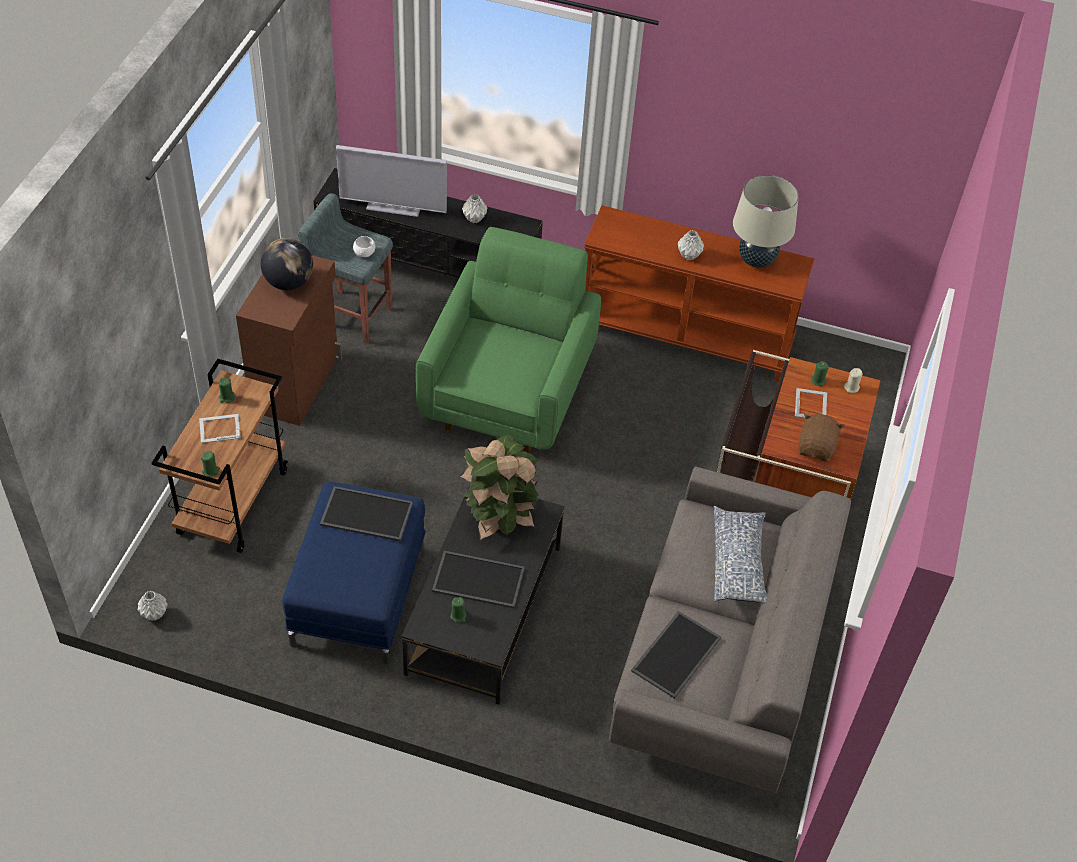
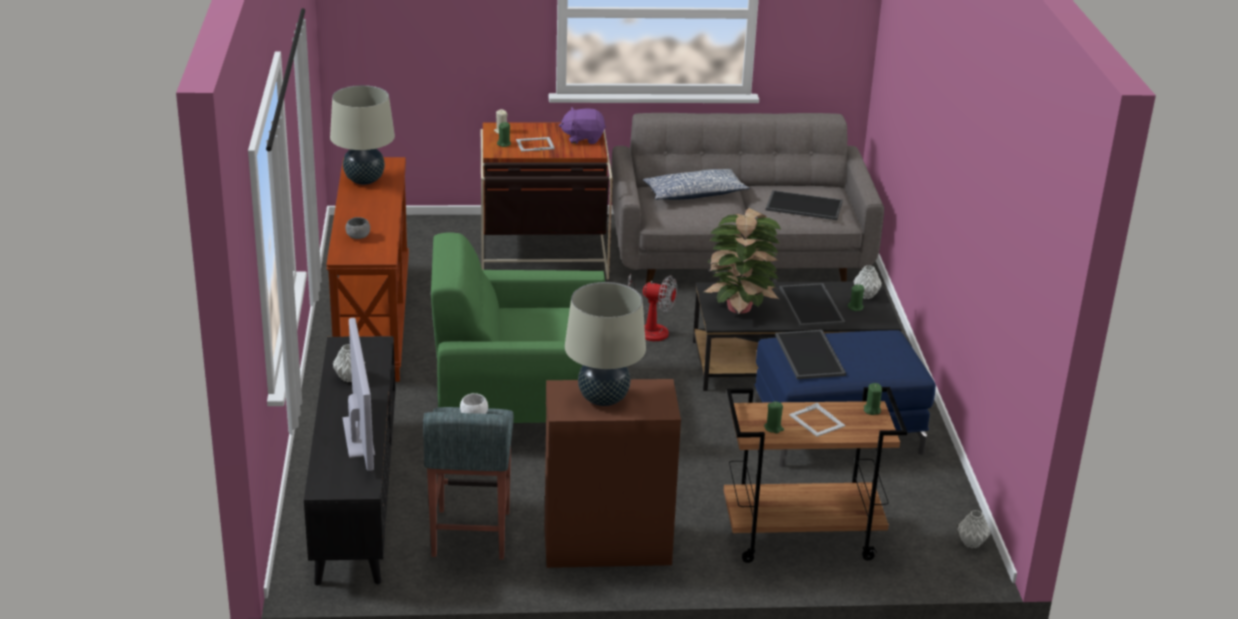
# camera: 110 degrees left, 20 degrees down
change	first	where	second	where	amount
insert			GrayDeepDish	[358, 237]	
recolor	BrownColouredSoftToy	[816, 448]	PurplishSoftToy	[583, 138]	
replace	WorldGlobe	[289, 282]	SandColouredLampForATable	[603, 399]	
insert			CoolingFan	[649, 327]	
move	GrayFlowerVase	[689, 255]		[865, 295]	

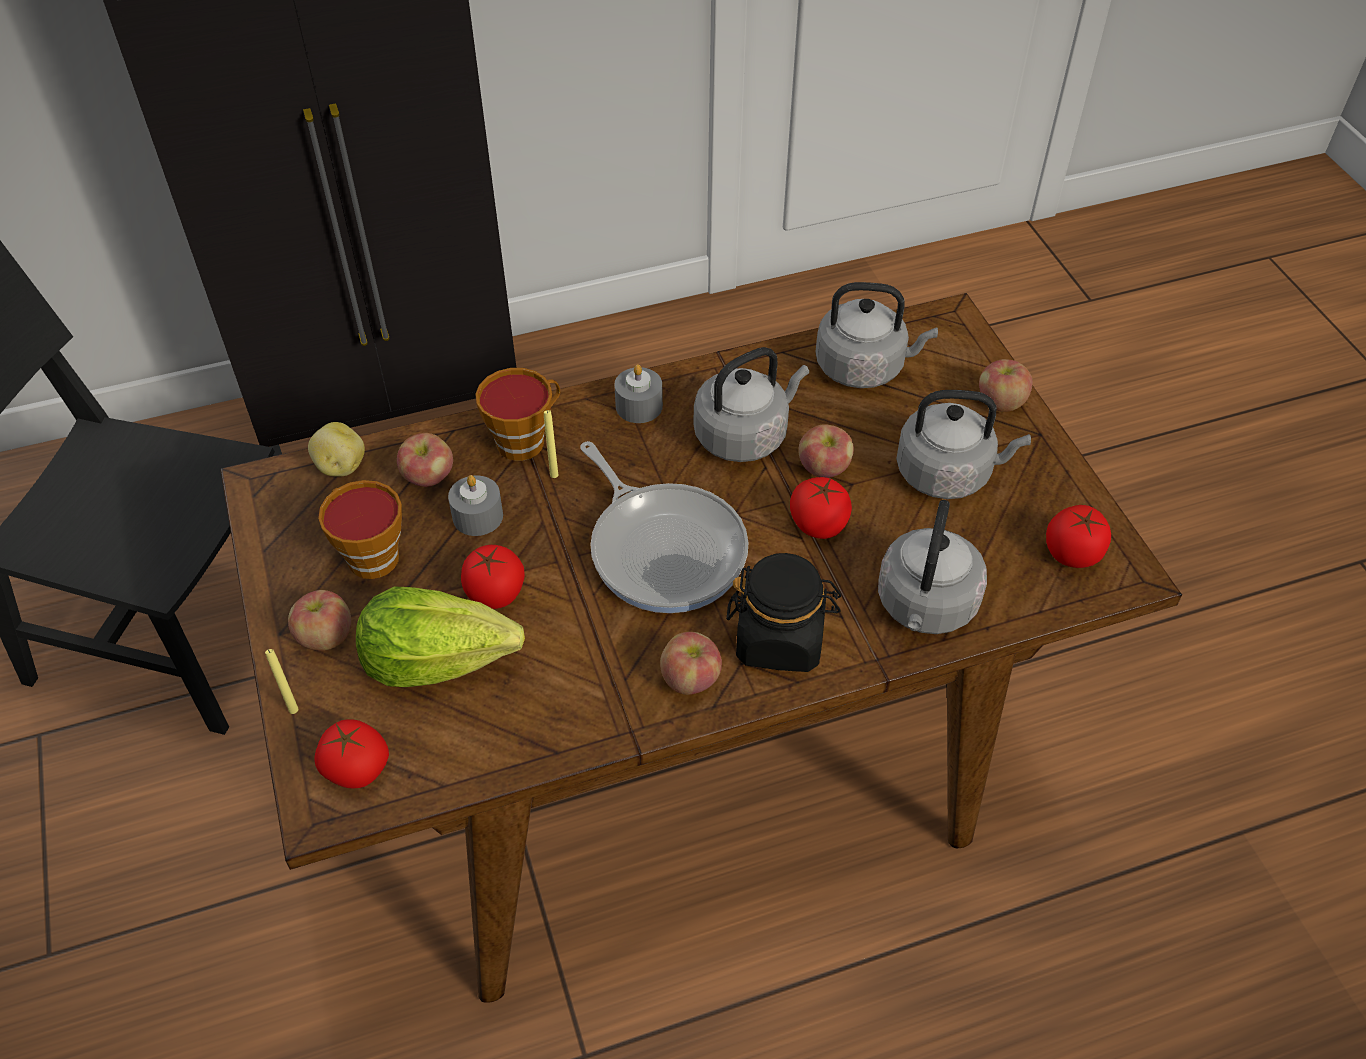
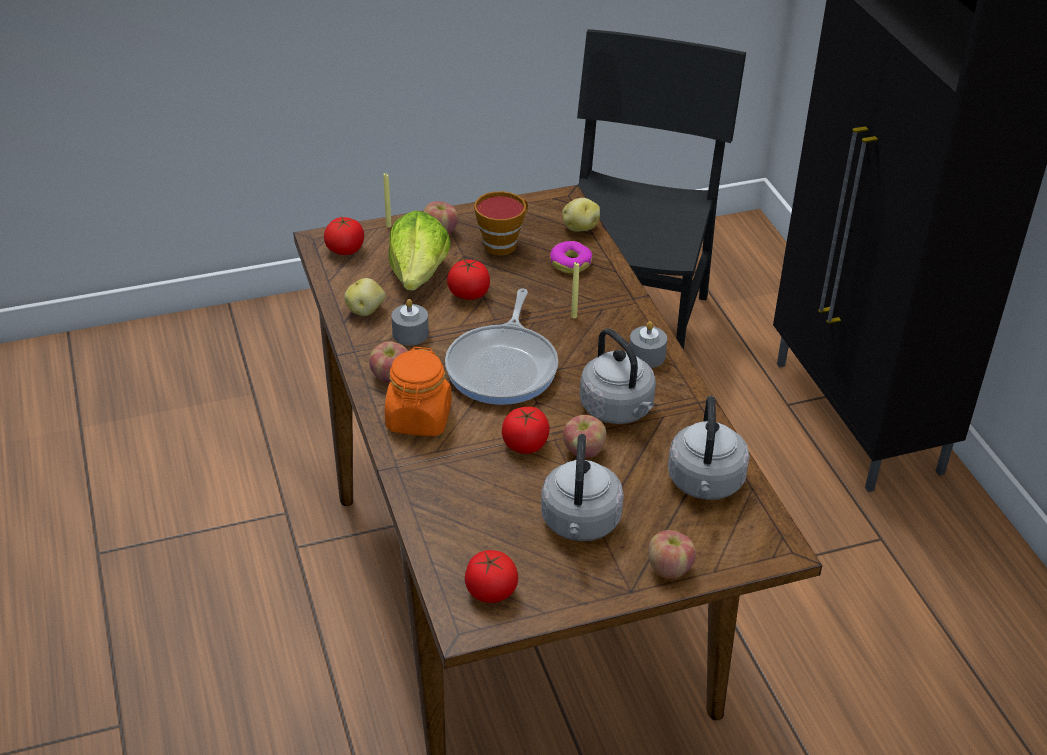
# camera: 90 degrees right, 10 degrees down
change	first	where	second	where	amount
insert			WholePotato	[366, 310]	
recolor	BlackPreserveJar	[780, 639]	OrangePreserveJar	[419, 419]	
move	GrayWaxCandle	[477, 516]		[410, 333]	
rotate	Skillet	[664, 548]		[504, 367]	45 degrees counterclockwise
replace	WholeApple	[428, 477]	Doughnut	[570, 263]	
delete	DrinkingCup	[525, 439]			
delete	GrayTeaKettle	[925, 607]			

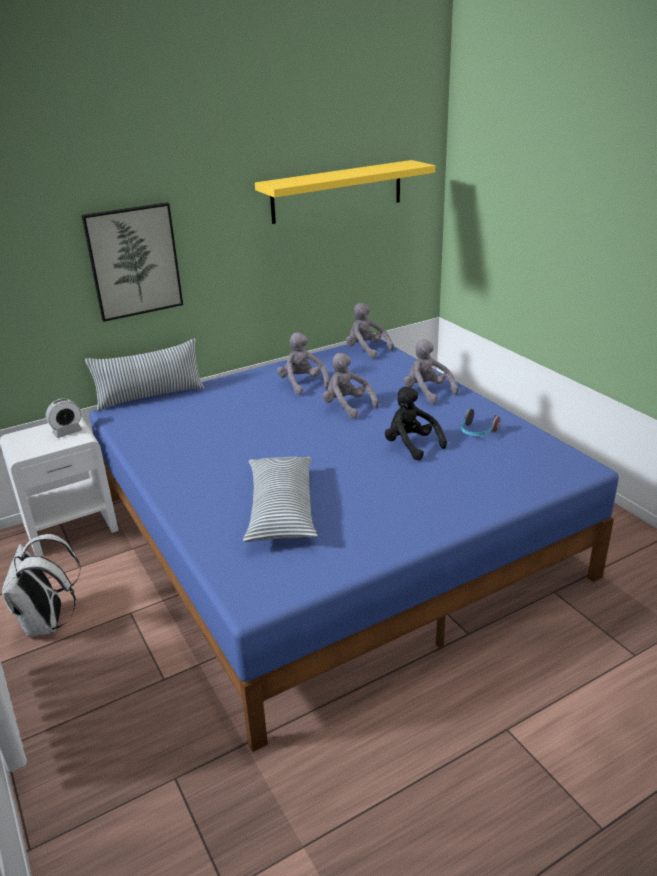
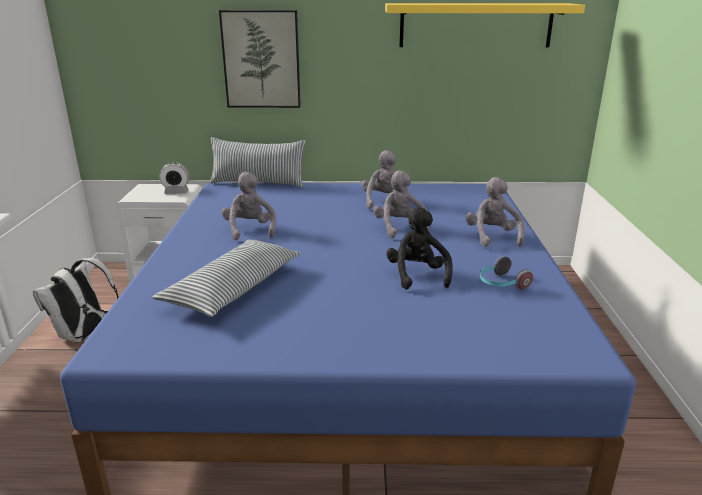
# camera: 30 degrees right, 5 degrees down
change	first	where	second	where	amount
move	GraySoftToy	[366, 350]		[250, 230]	

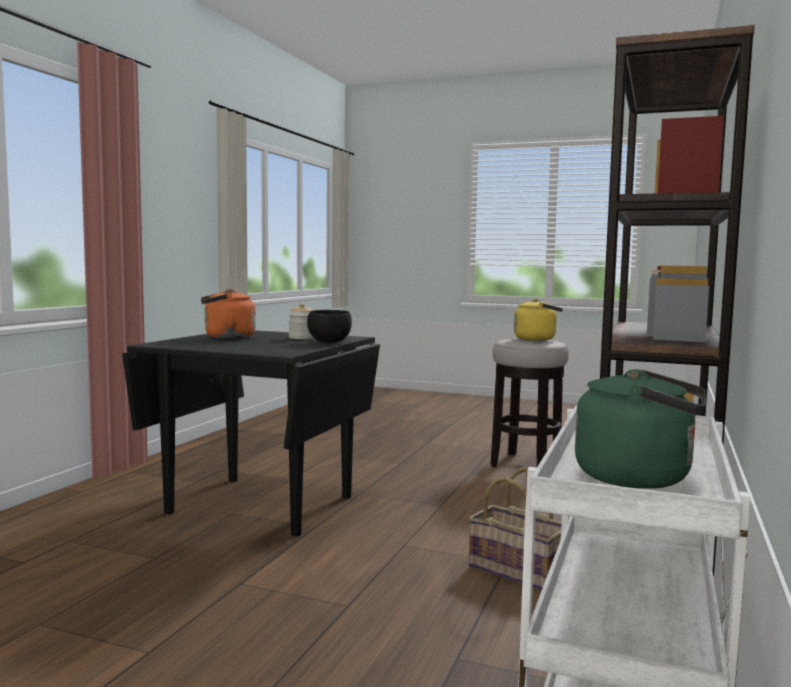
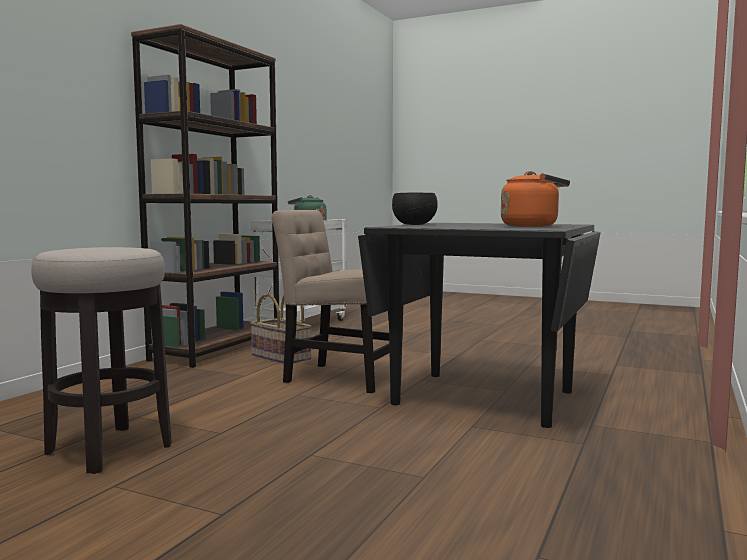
# camera: 175 degrees left, 0 degrees up
change	first	where	second	where	amount
insert			SandColouredPlainChair	[337, 378]	
delete	PreserveJar	[301, 338]			
delete	YellowColouredTeaKettle	[537, 339]			

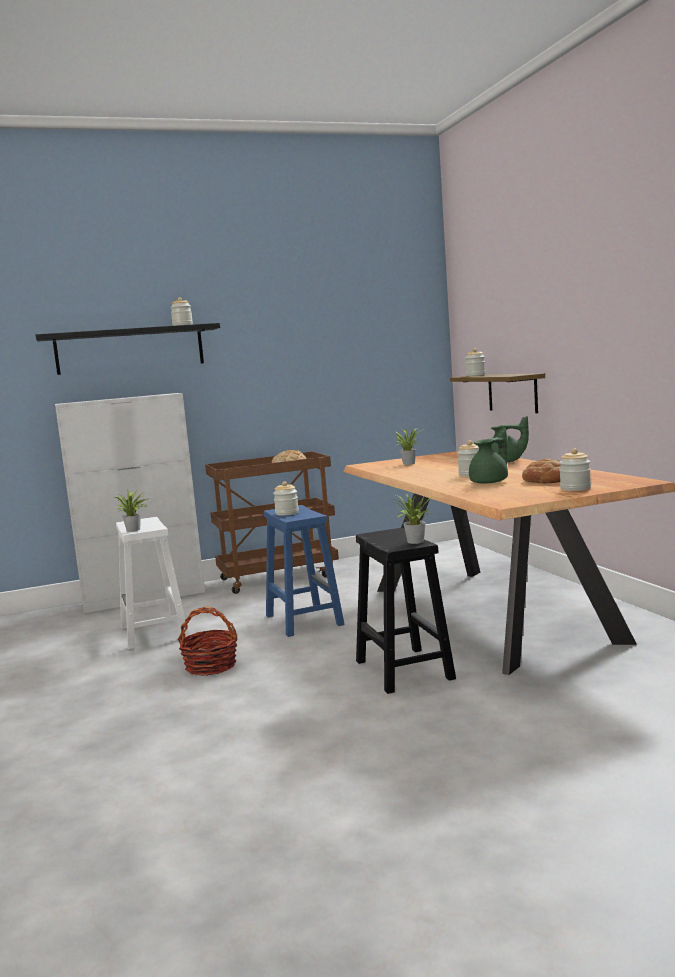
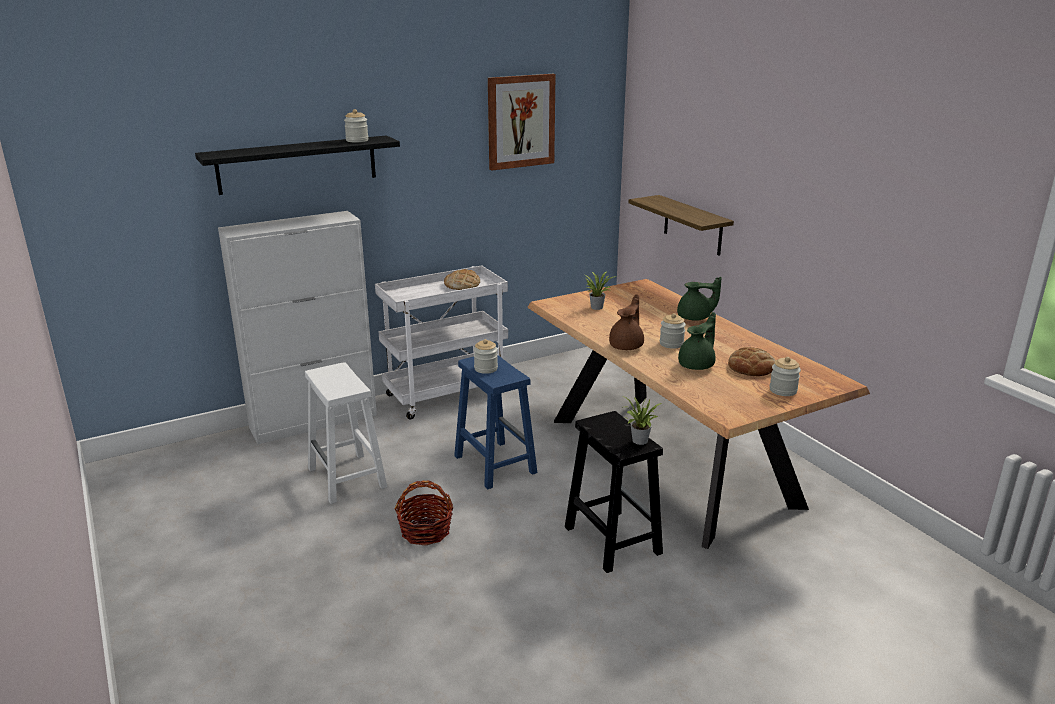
# camera: 10 degrees left, 15 degrees up
change	first	where	second	where	amount
recolor	BrownColouredTrolley	[278, 577]	WhiteColouredTrolley	[446, 394]	
insert			WallPicture	[521, 121]	
insert			BrownColouredTeaPot	[627, 346]	
delete	Houseplant	[134, 530]			
delete	PreserveJar	[475, 375]			

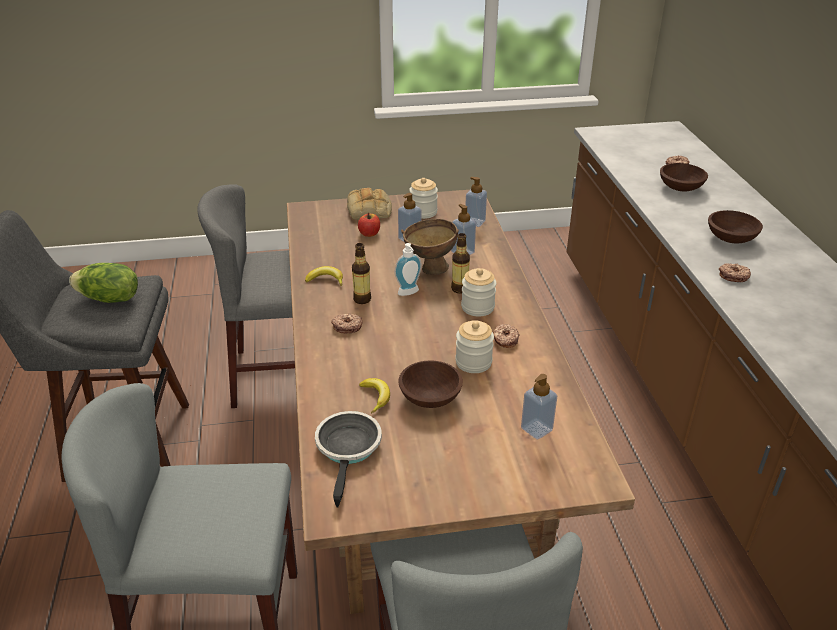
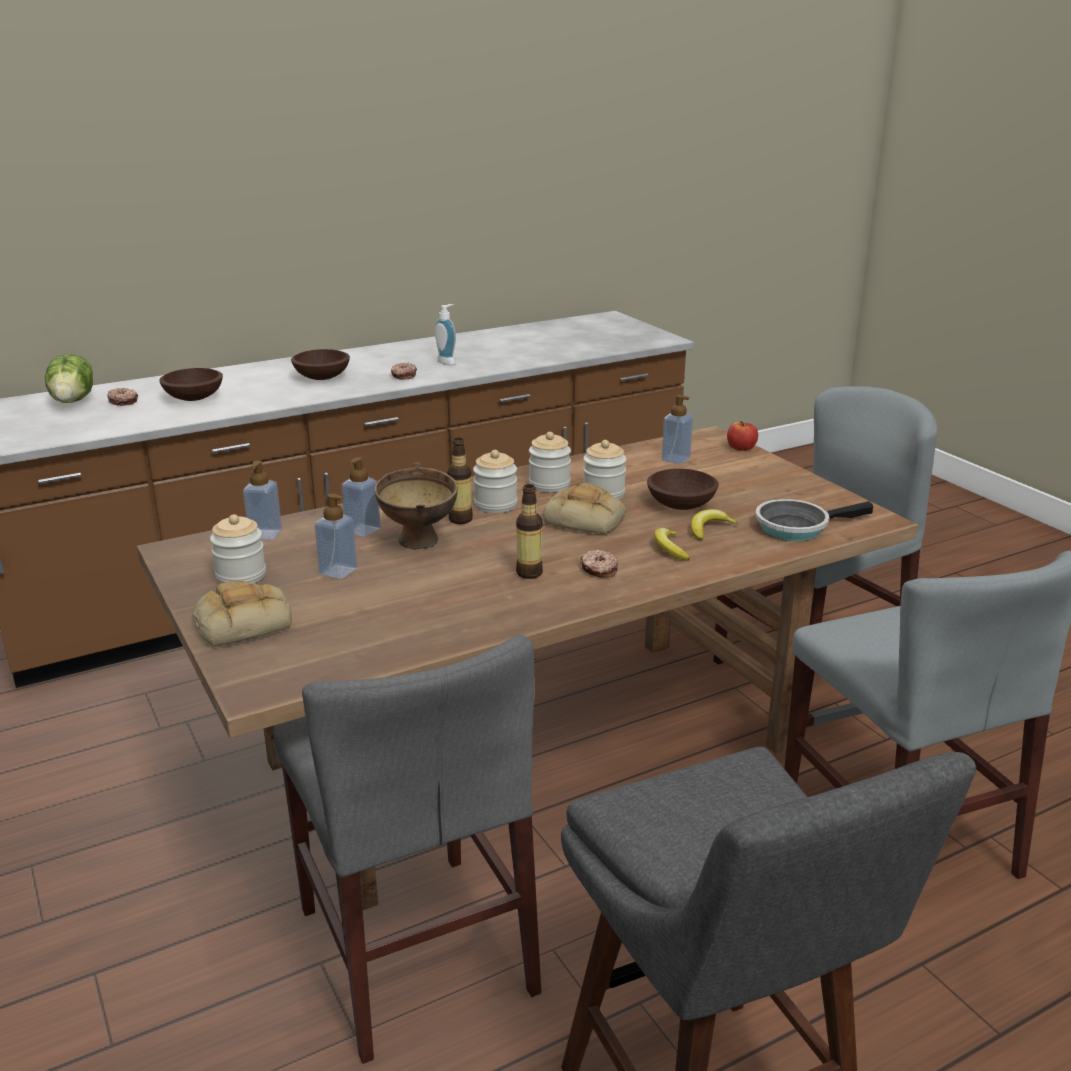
# camera: 110 degrees left, 10 degrees down
change	first	where	second	where	amount
move	HeadOfLettuce	[109, 299]		[74, 400]	
move	LiquidSoapBottle	[409, 293]		[448, 362]	
replace	Doughnut	[505, 340]	PreserveJar	[549, 485]	
insert			BakeryBread	[586, 519]	
move	BananaFruit	[326, 280]		[670, 549]	
move	WholeApple	[369, 233]		[741, 448]	

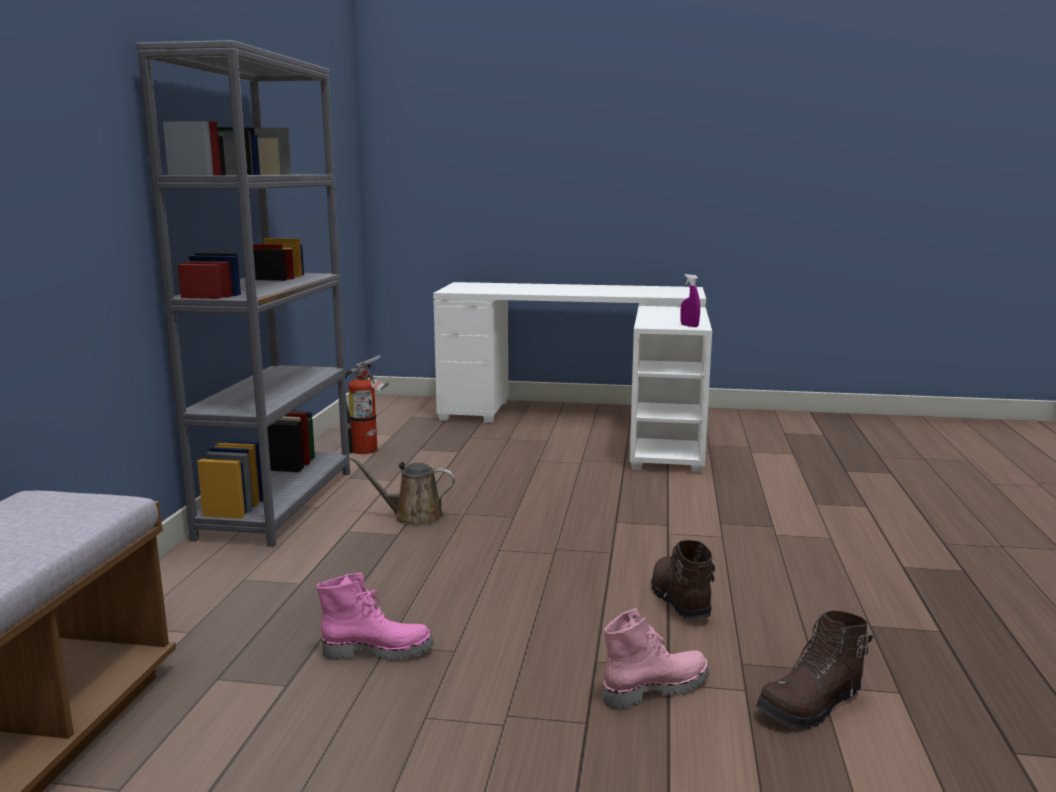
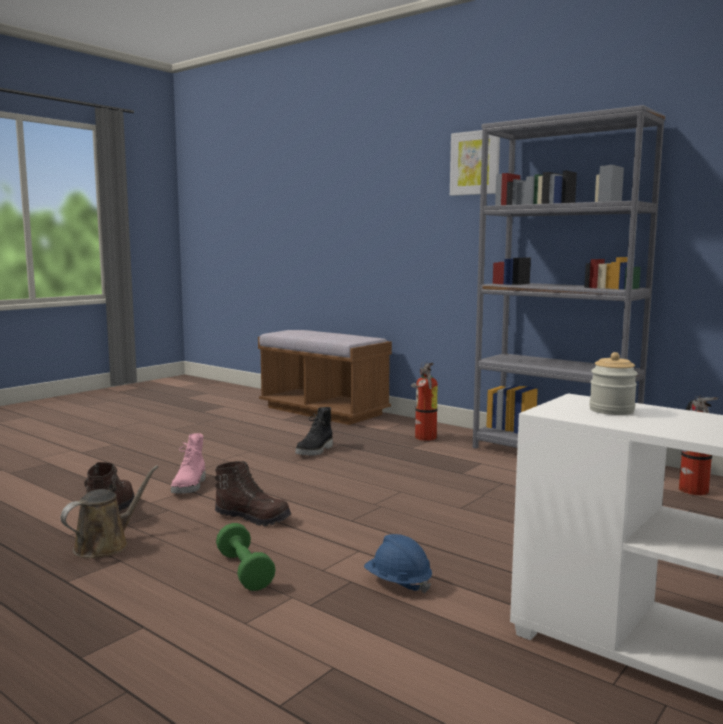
# camera: 120 degrees right, 5 degrees down
change	first	where	second	where	amount
move	BrownColouredWateringCan	[413, 517]		[106, 545]	
insert			GreenishDumbbell	[244, 571]	
recolor	PinkishHighTopBoot	[378, 651]	BlackHighTopBoot	[315, 451]	
insert			BlueColouredHardHat	[398, 583]	
insert			FireFightingCylinder	[424, 438]	
insert			WallPicture	[475, 163]	
insert			PreserveJar	[611, 410]	
delete	PurplishHandSprayer	[689, 326]			

